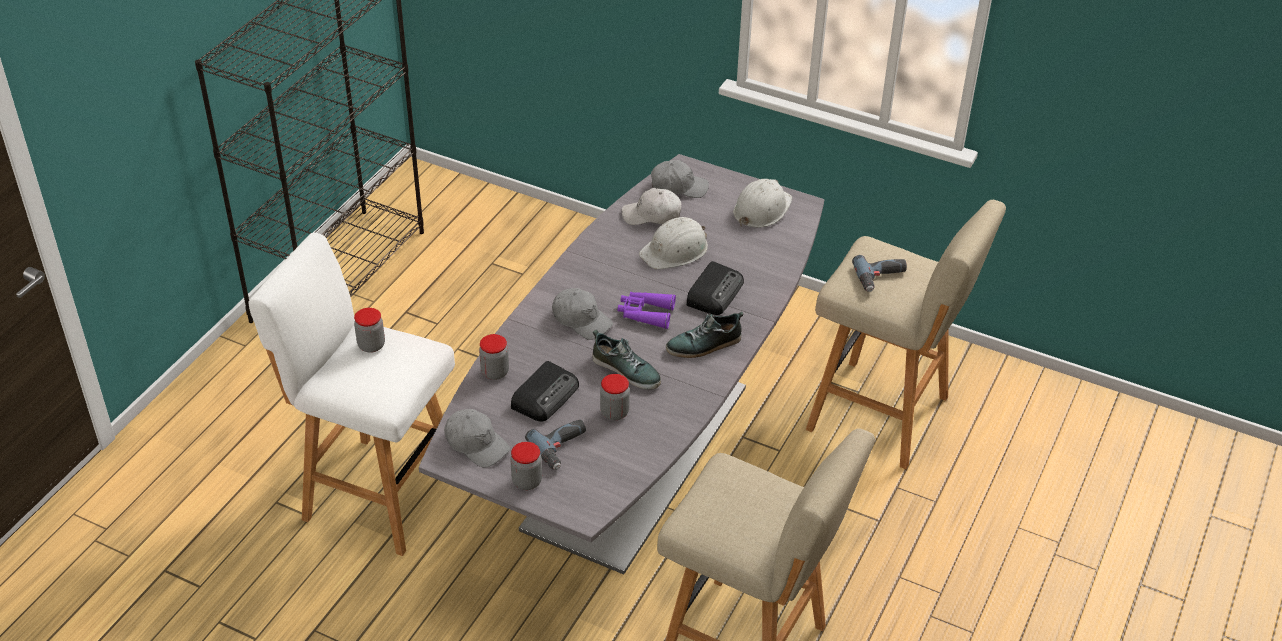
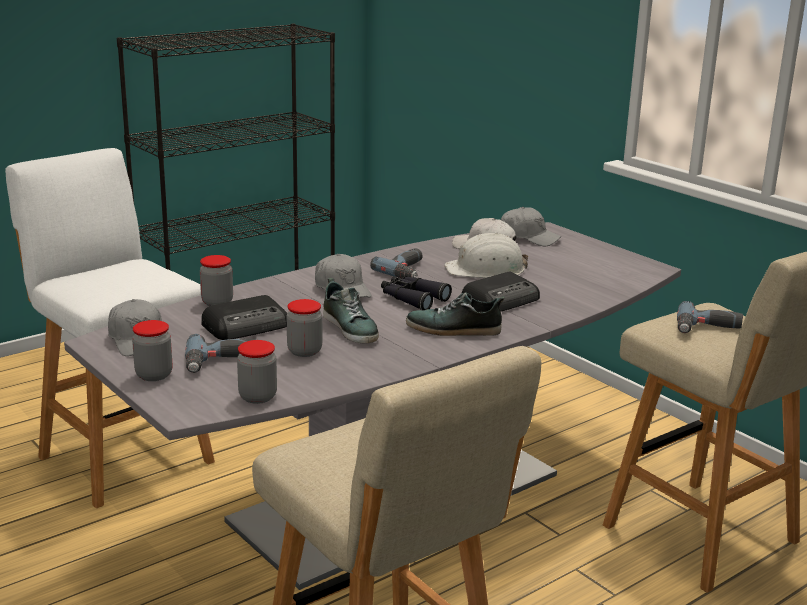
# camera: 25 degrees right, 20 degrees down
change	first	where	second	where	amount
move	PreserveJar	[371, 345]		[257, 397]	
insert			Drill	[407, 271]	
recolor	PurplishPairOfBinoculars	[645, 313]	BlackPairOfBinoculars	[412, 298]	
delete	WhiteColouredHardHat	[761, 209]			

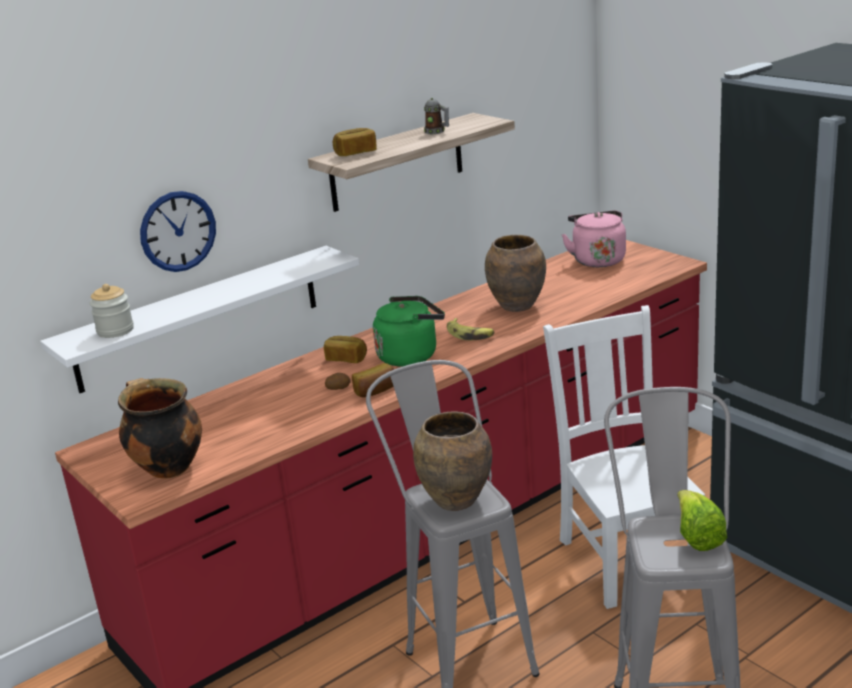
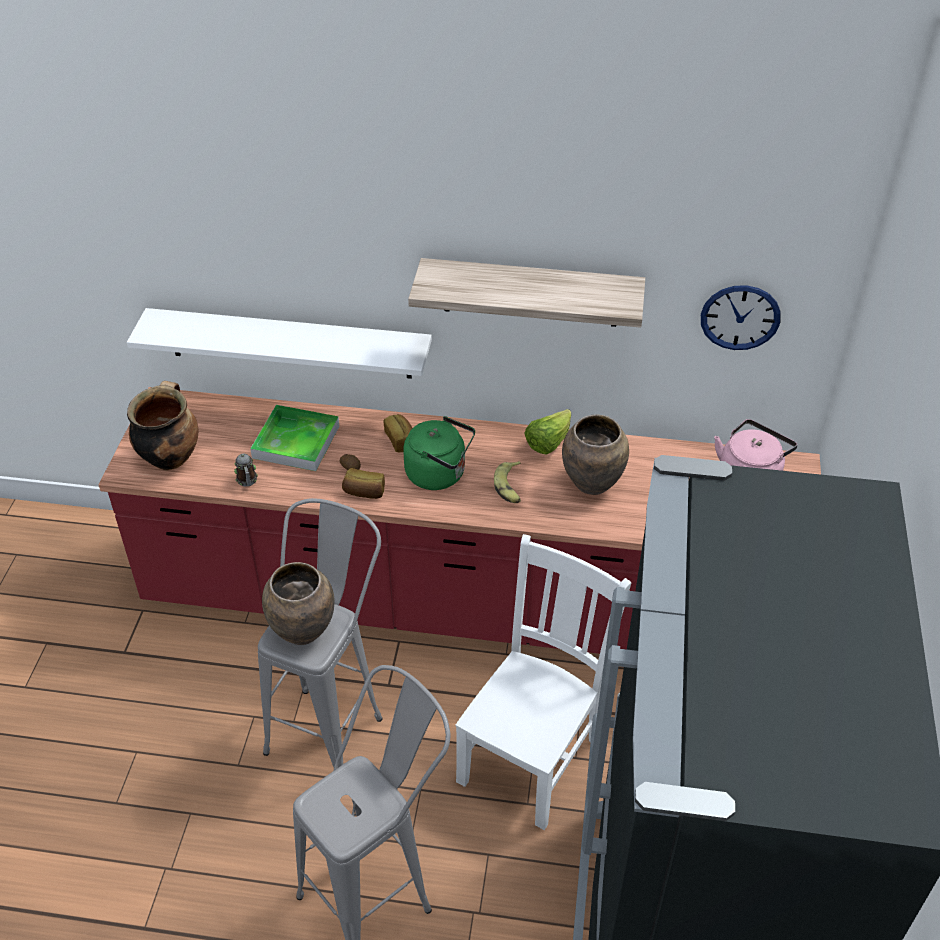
# camera: 45 degrees right, 20 degrees up
change	first	where	second	where	amount
move	Mug	[437, 132]		[247, 481]	
insert			Tray	[296, 442]	
move	HeadOfLettuce	[697, 537]		[548, 442]	
move	ClockOnTheWall	[178, 231]		[740, 317]	
delete	PreserveJar	[115, 331]			
delete	BakeryBread	[355, 153]			

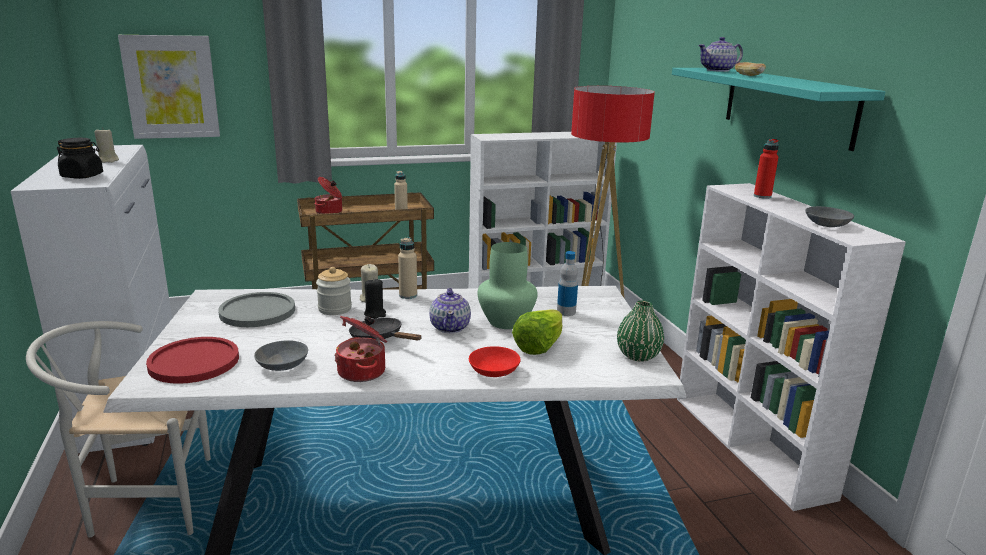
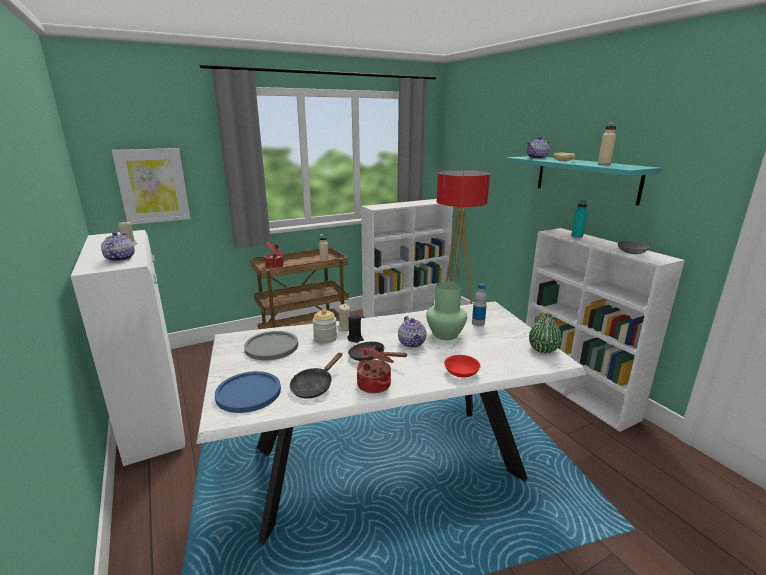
# camera: 10 degrees left, 0 degrees up
change	first	where	second	where	amount
replace	BlackPreserveJar	[82, 176]	TeaPot	[119, 259]	
recolor	RedDinnerPlate	[194, 362]	BlueColouredDinnerPlate	[248, 393]	
replace	GrayDeepDish	[282, 364]	BlackSkillet	[314, 386]	
recolor	RedDrinkBottle	[762, 196]	BlueGreenDrinkBottle	[577, 236]	
move	SandColouredDrinkBottle	[408, 295]		[604, 164]	
delete	WhiteColouredPlainChair	[142, 501]			
delete	HeadOfLettuce	[539, 346]			

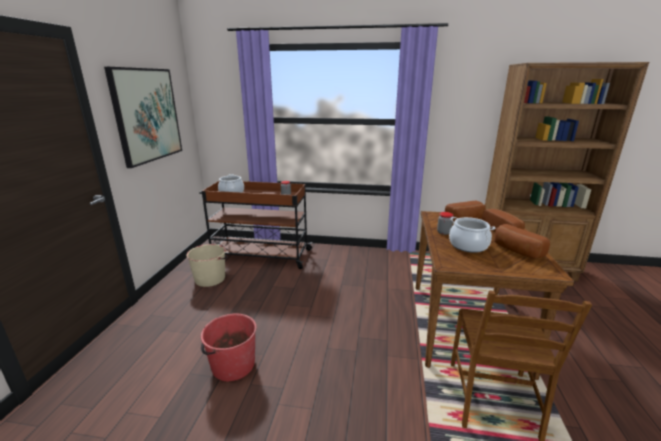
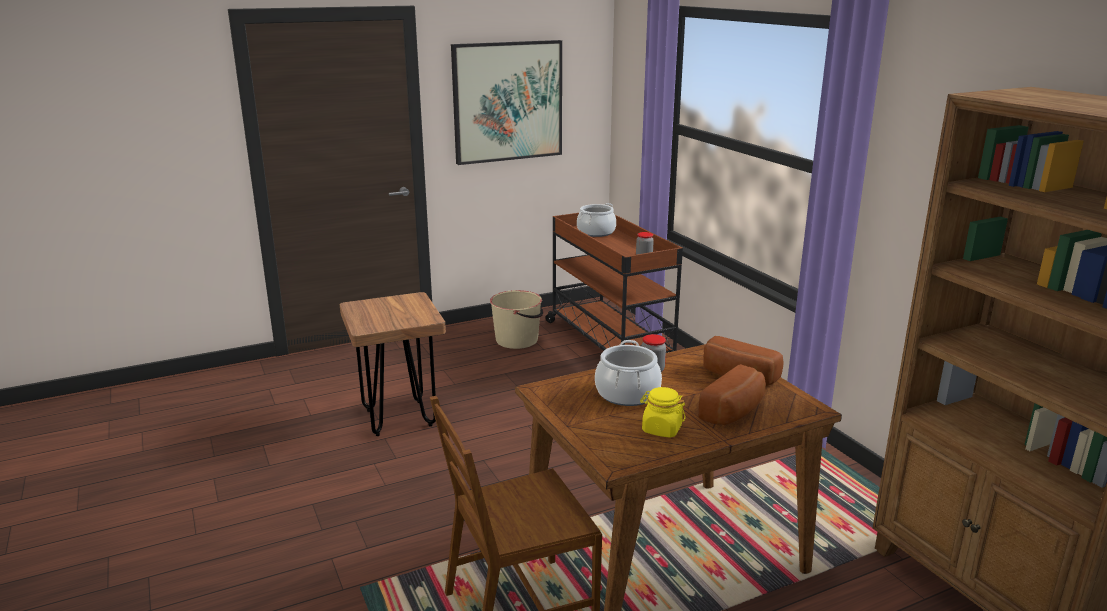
# camera: 55 degrees right, 0 degrees up
change	first	where	second	where	amount
replace	RedWaterBucket	[232, 365]	BrownColouredStoolSeat	[399, 418]	
replace	BakeryBread	[516, 250]	YellowColouredPreserveJar	[661, 429]	

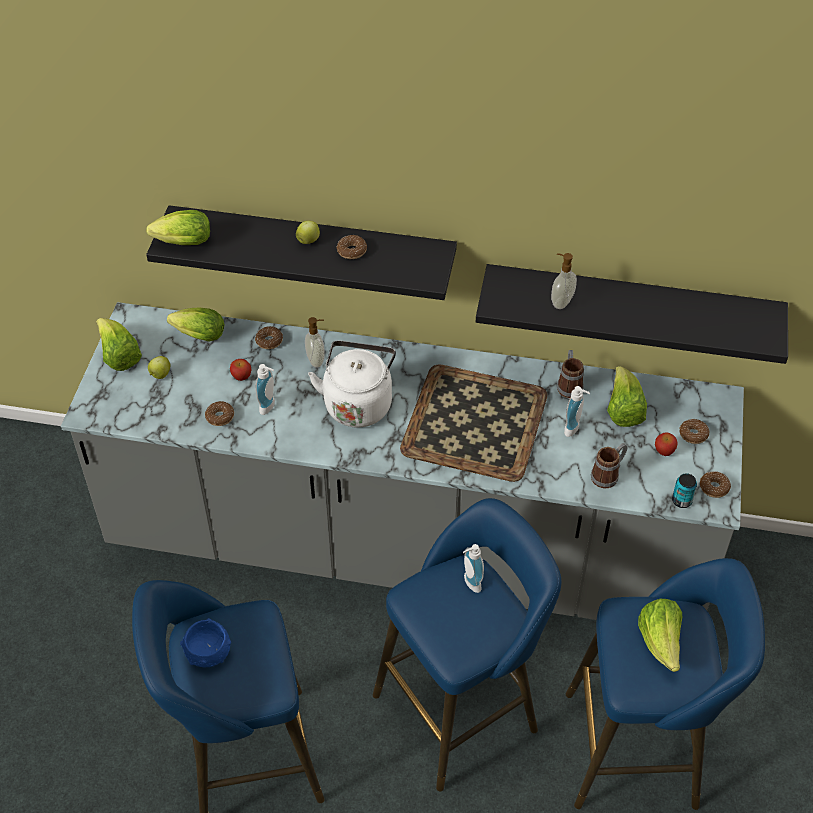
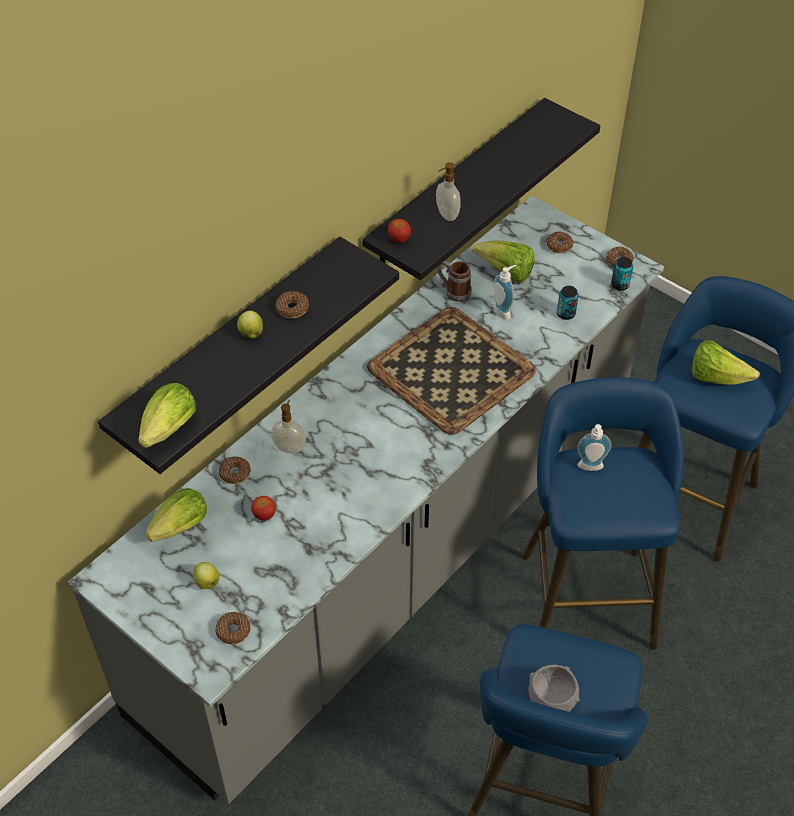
# camera: 60 degrees left, 0 degrees up
change	first	where	second	where	amount
move	Doughnut	[220, 417]		[233, 631]	
move	WholeApple	[664, 451]		[399, 239]	
recolor	BlueColouredDeepDish	[208, 652]	GrayDeepDish	[551, 699]	
replace	Mug	[608, 474]	Can	[565, 314]	
delete	HeadOfLettuce	[119, 356]			
delete	LiquidSoapBottle	[269, 407]			
delete	WhiteColouredTeaKettle	[358, 403]			

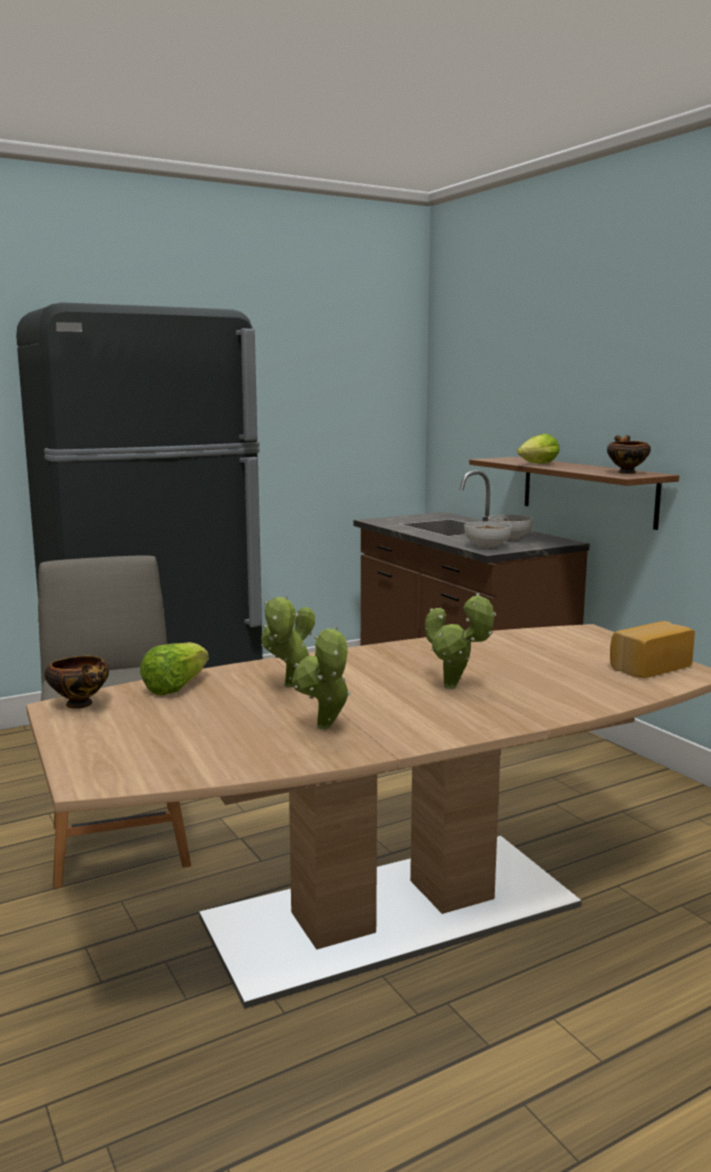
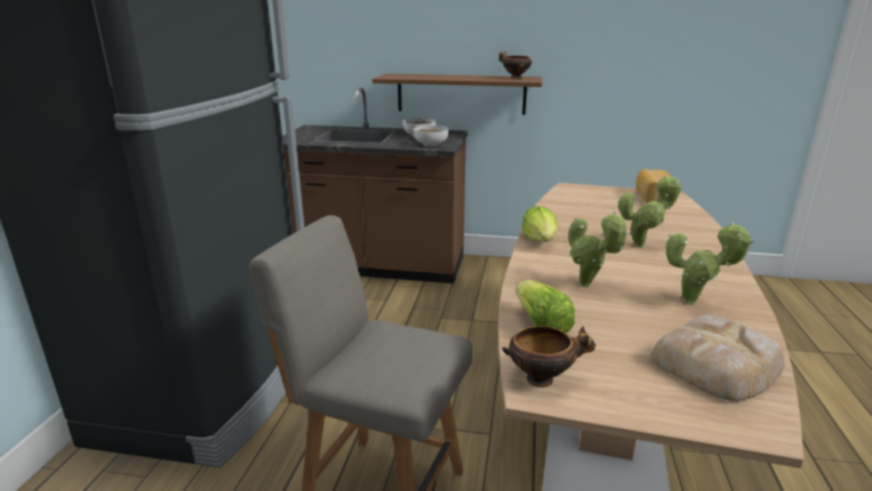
# camera: 50 degrees left, 10 degrees up
change	first	where	second	where	amount
move	HeadOfLettuce	[538, 464]		[540, 240]	
insert			BakeryBread	[717, 364]	

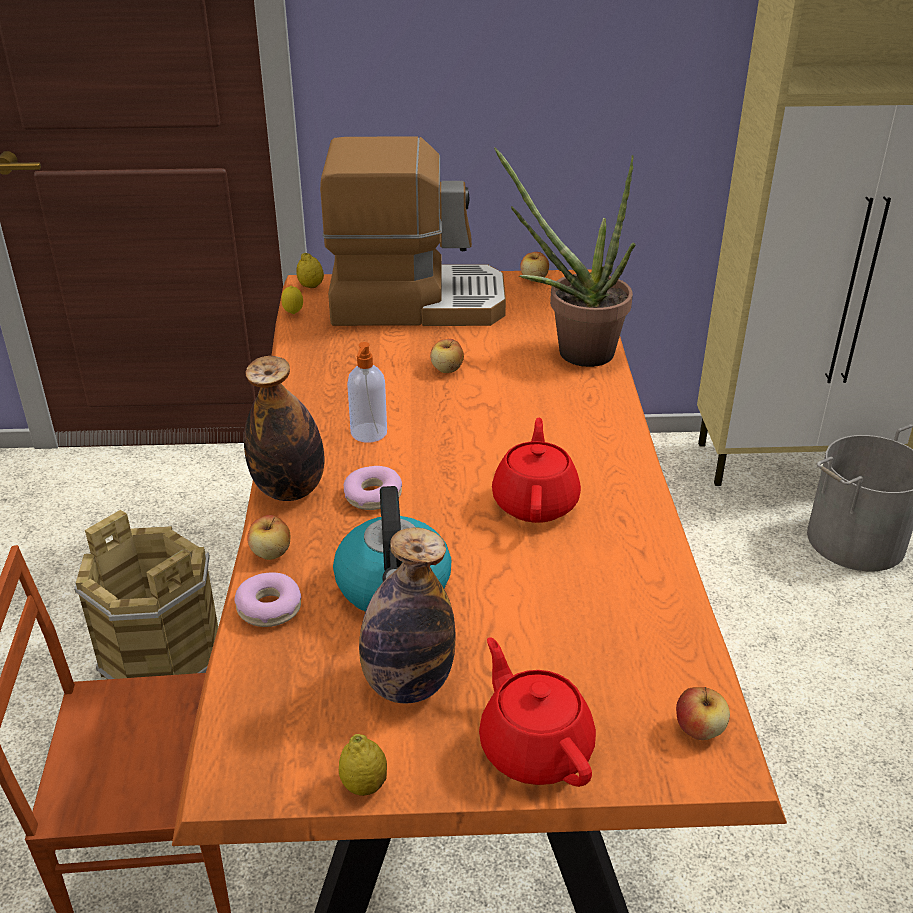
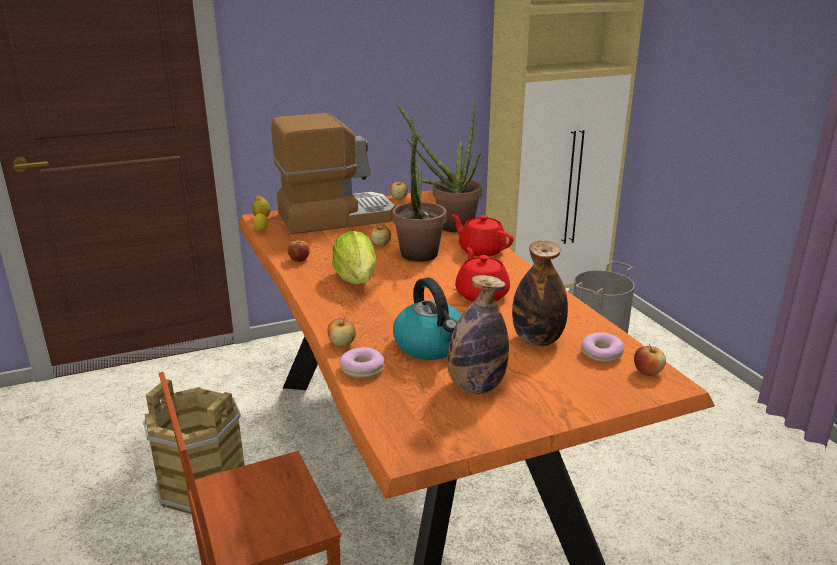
# camera: 20 degrees left, 10 degrees down
change	first	where	second	where	amount
insert			WholeApple	[299, 260]	
replace	LiquidSoapBottle	[368, 433]	HeadOfLettuce	[357, 280]	
insert			Houseplant	[418, 258]	
move	RedTeaPot	[534, 747]		[481, 250]	
move	DrinkBottle	[289, 490]		[537, 340]	
move	Doughnut	[373, 496]		[601, 354]	
delete	Lemon	[364, 785]			

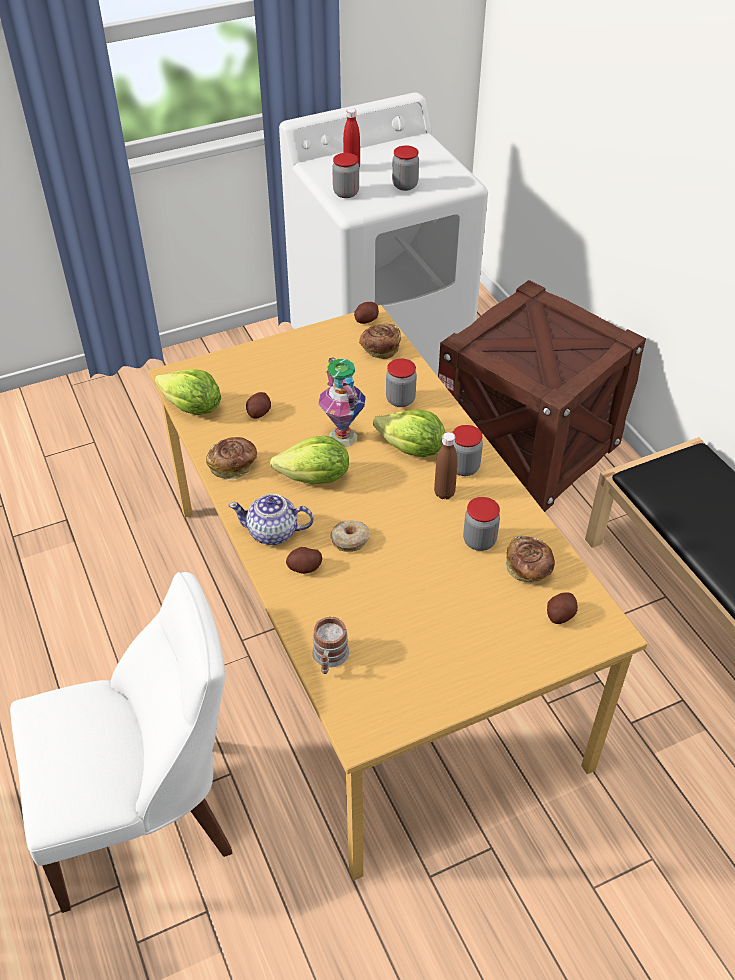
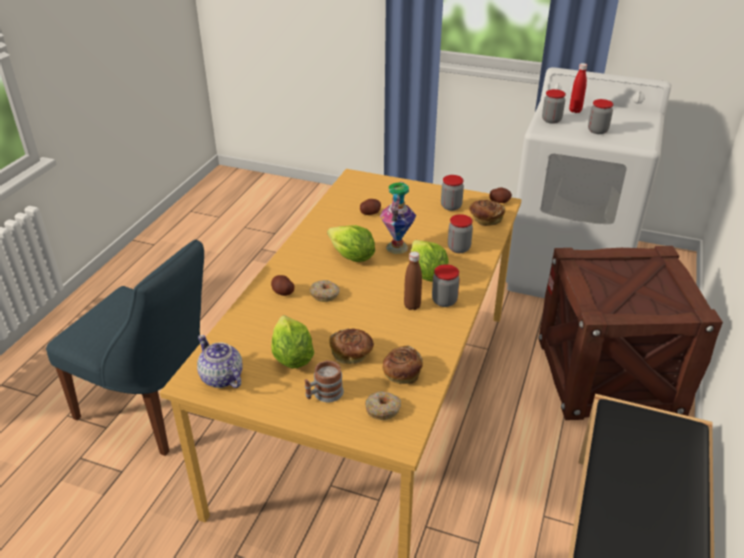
# camera: 45 degrees right, 10 degrees down
change	first	where	second	where	amount
recolor	WhiteColouredPlainChair	[146, 816]	BlueColouredPlainChair	[155, 408]	
move	TeaPot	[273, 533]		[221, 378]	
move	HeadOfLettuce	[192, 408]		[292, 357]	
move	Mug	[329, 658]		[324, 394]	
move	BakeryBread	[233, 466]		[352, 354]	
replace	WholePotato	[560, 615]	Doughnut	[383, 409]	
move	PreserveJar	[479, 541]		[451, 206]	

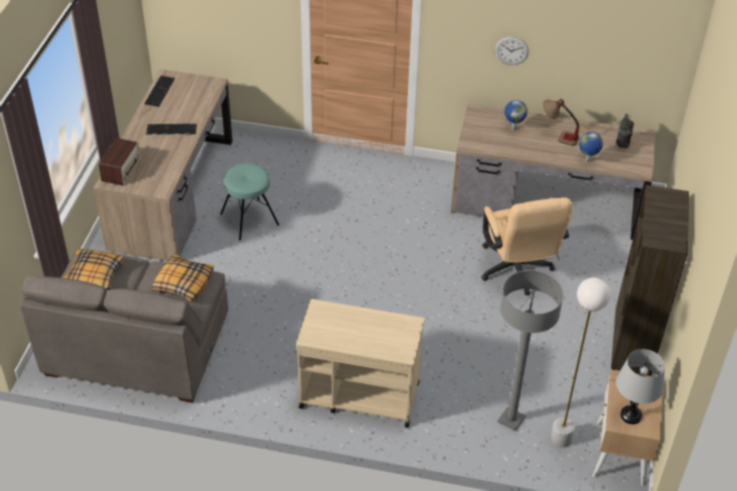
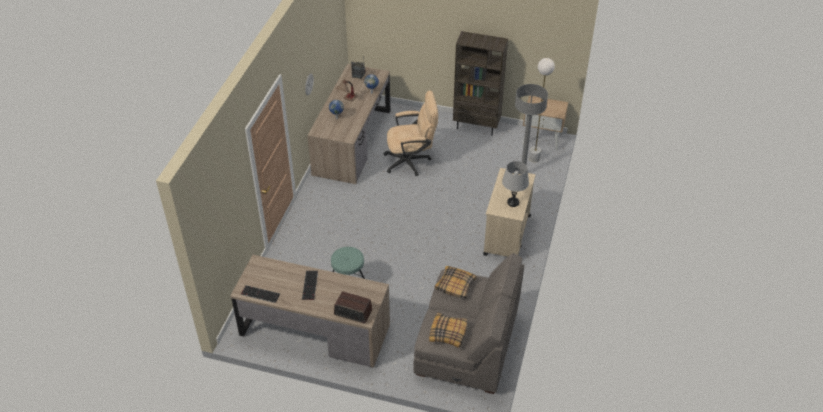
# camera: 85 degrees left, 0 degrees up
change	first	where	second	where	amount
move	GrayLampForATable	[630, 415]		[513, 202]	

